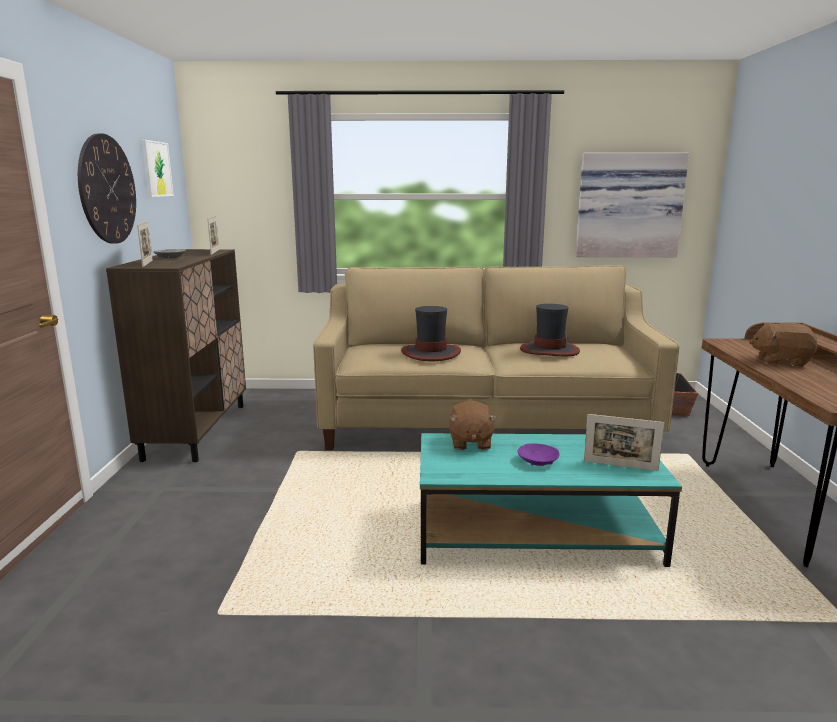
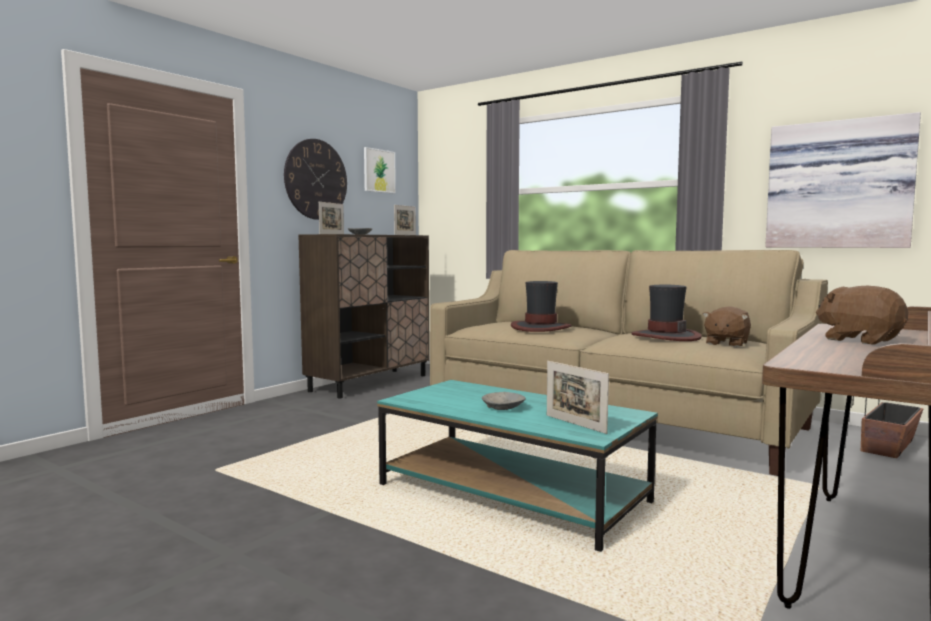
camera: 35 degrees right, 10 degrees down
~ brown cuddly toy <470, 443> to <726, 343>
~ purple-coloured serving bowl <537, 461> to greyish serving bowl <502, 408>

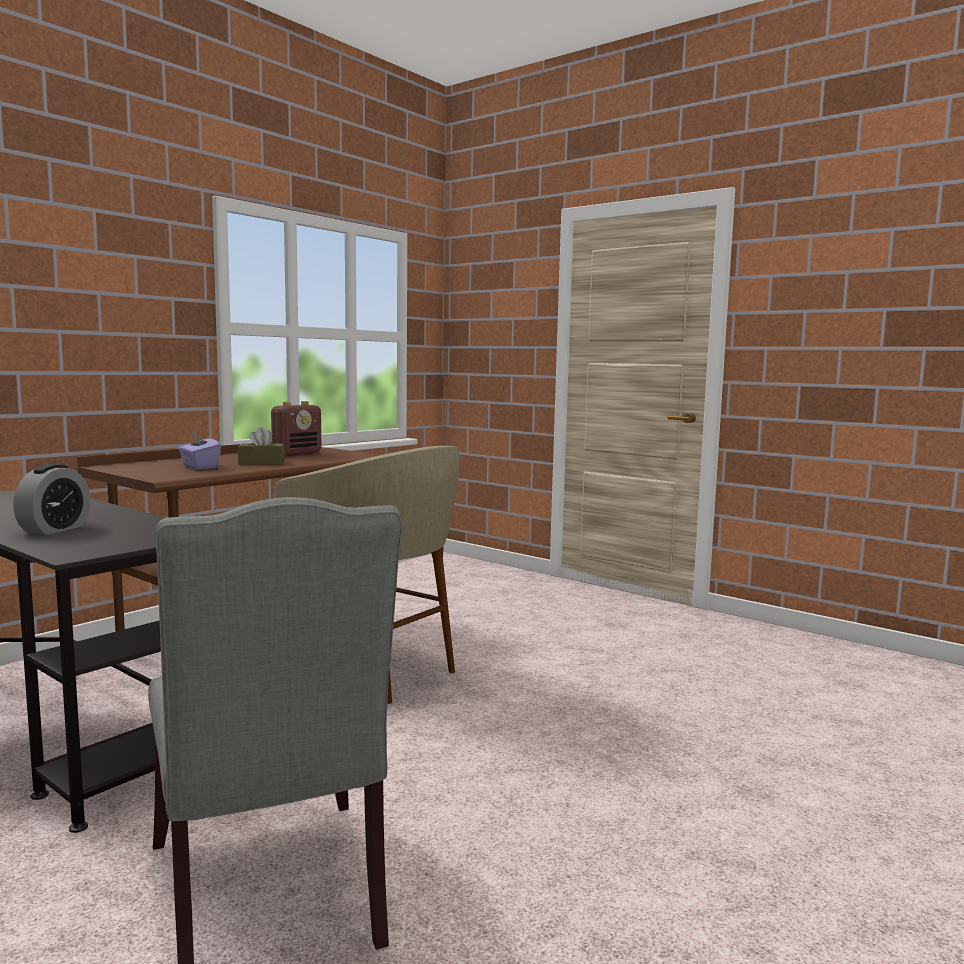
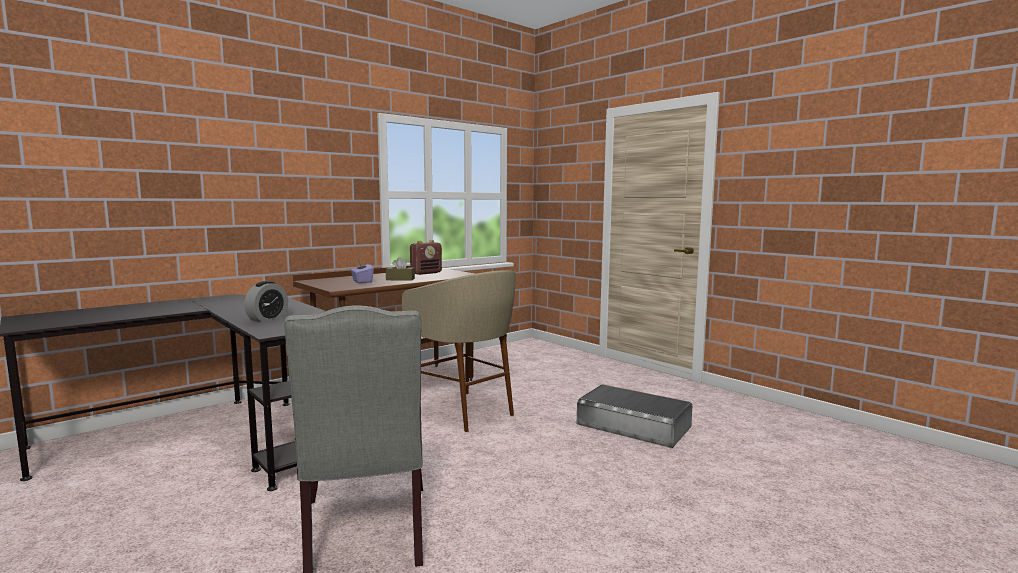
camera: 10 degrees right, 0 degrees up
+ greyish storage bin <633, 425>

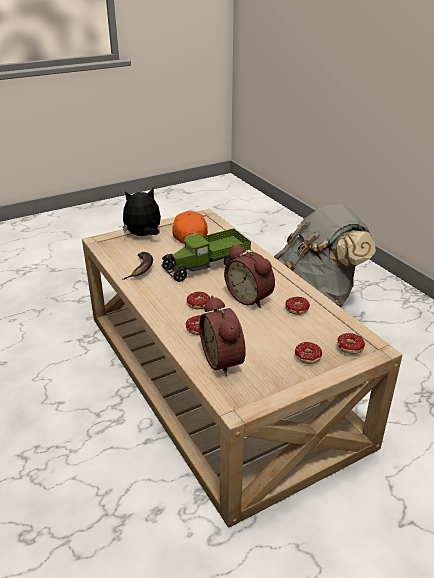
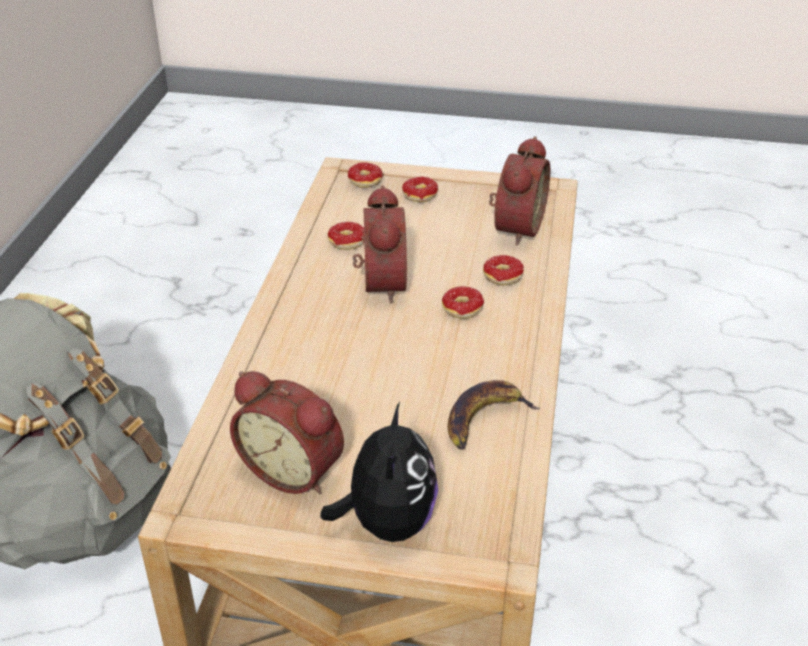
camera: 140 degrees left, 5 degrees up
- toy lorry <206, 266>
~ orange-coloured cap <189, 234> to table clock <294, 469>
~ cuddly toy <143, 235> = <387, 523> 105 degrees counterclockwise

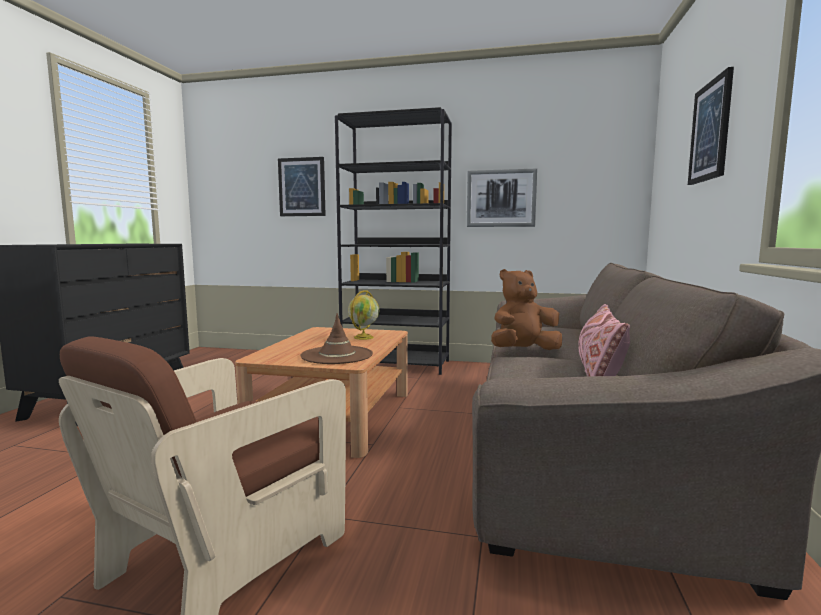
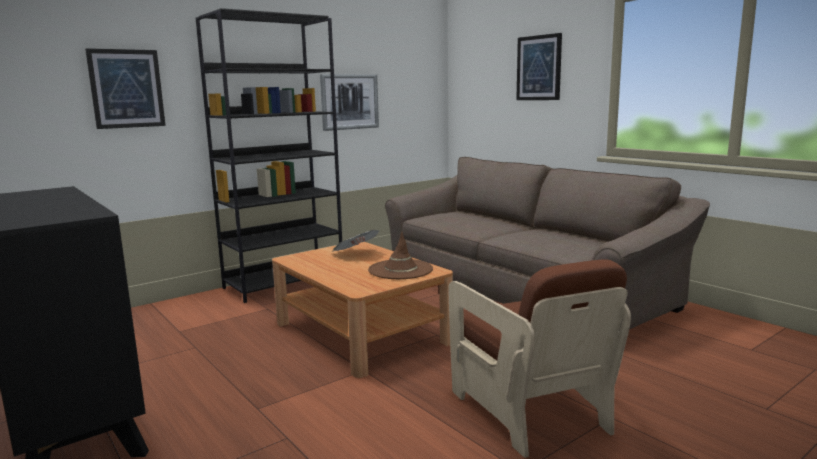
camera: 50 degrees left, 5 degrees up
- brown cuddly toy <523, 351>
- pink throw pillow <598, 375>
~ globe <364, 337> to daily paper <356, 253>

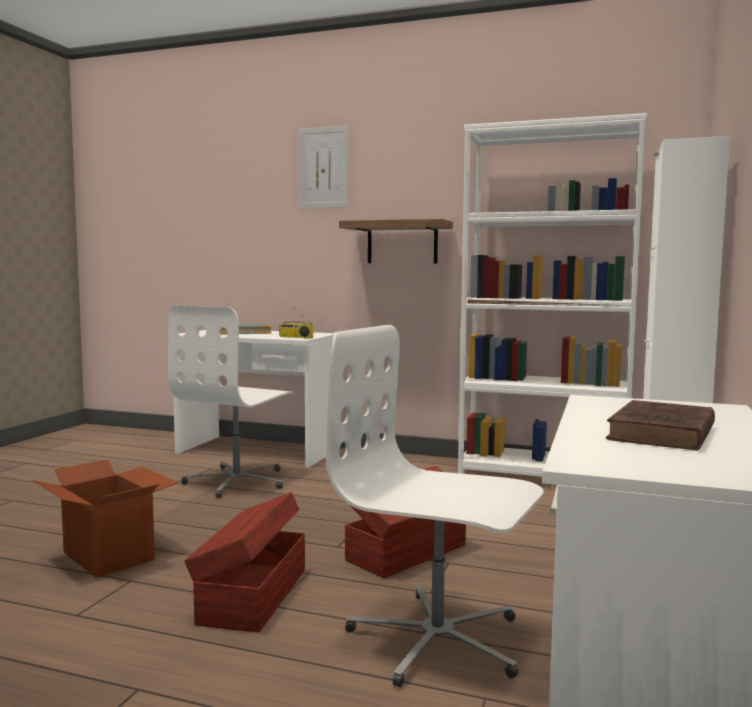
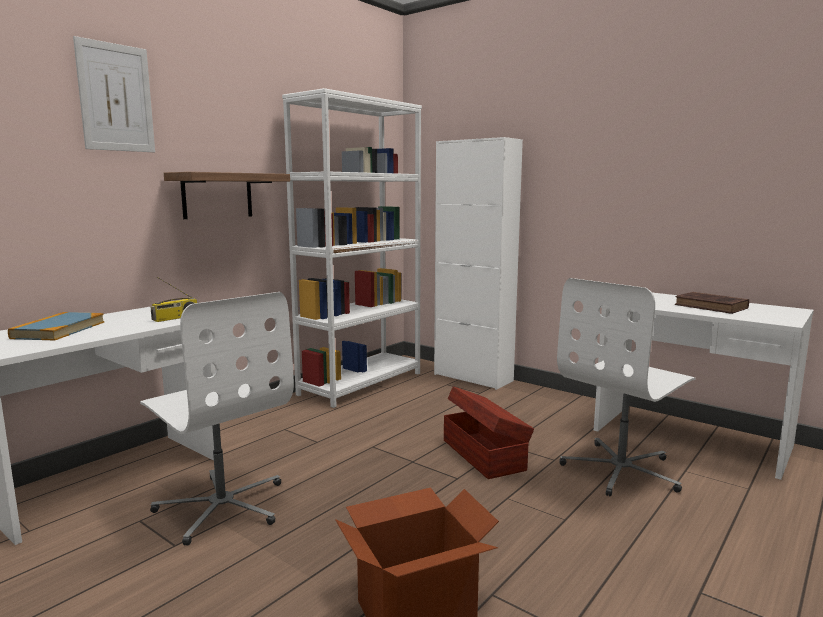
camera: 70 degrees left, 5 degrees up
- brown storage bin <251, 596>

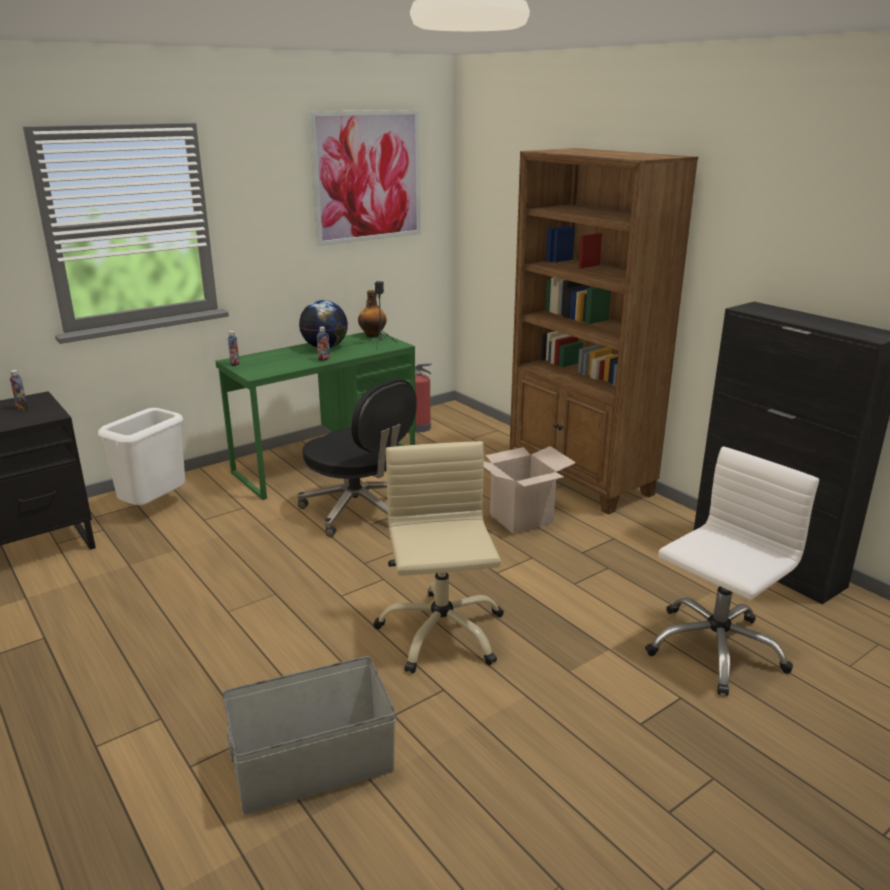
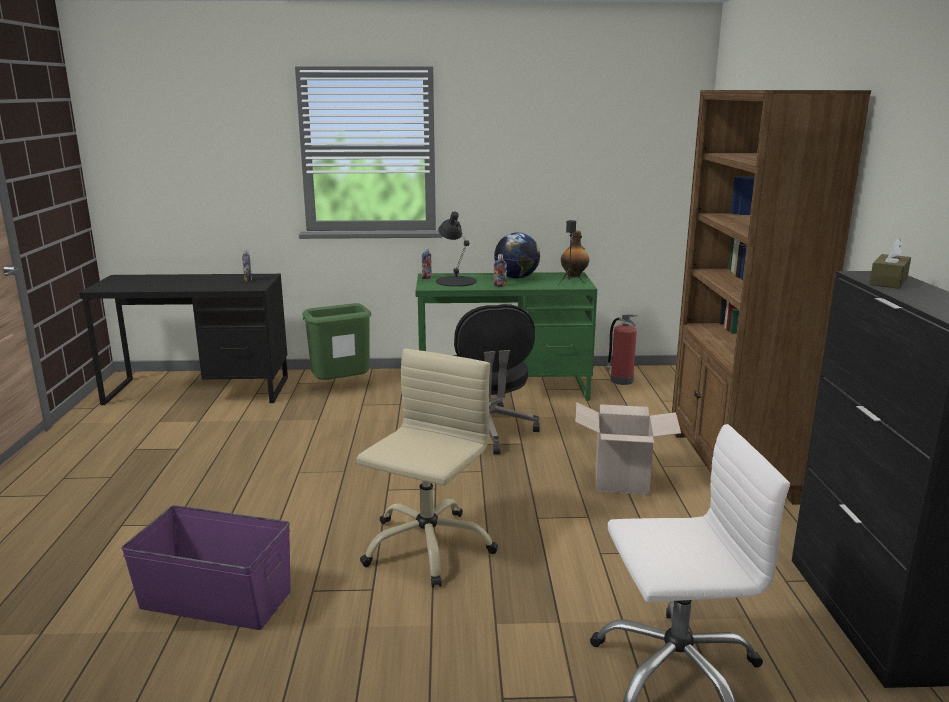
camera: 35 degrees right, 5 degrees down
- wall picture <367, 176>
+ black-coloured lamp for a table <456, 281>
+ brown tissue holder <888, 281>
~ white-coloured trash can <154, 507> to green trash can <341, 387>
~ greyish storage bin <312, 766> to purple-coloured storage bin <216, 598>

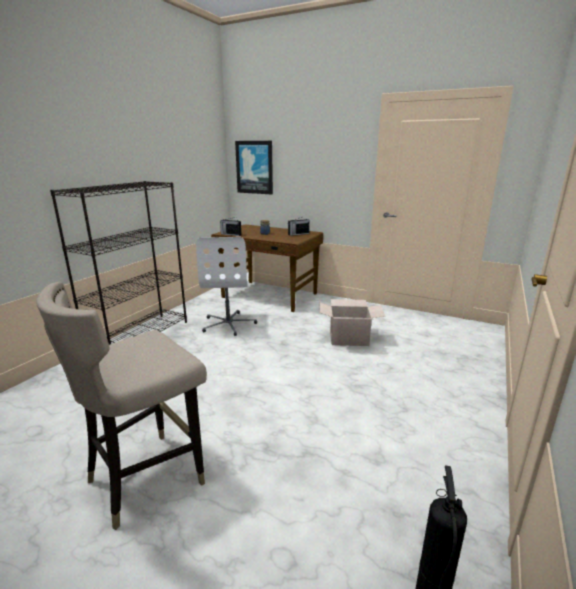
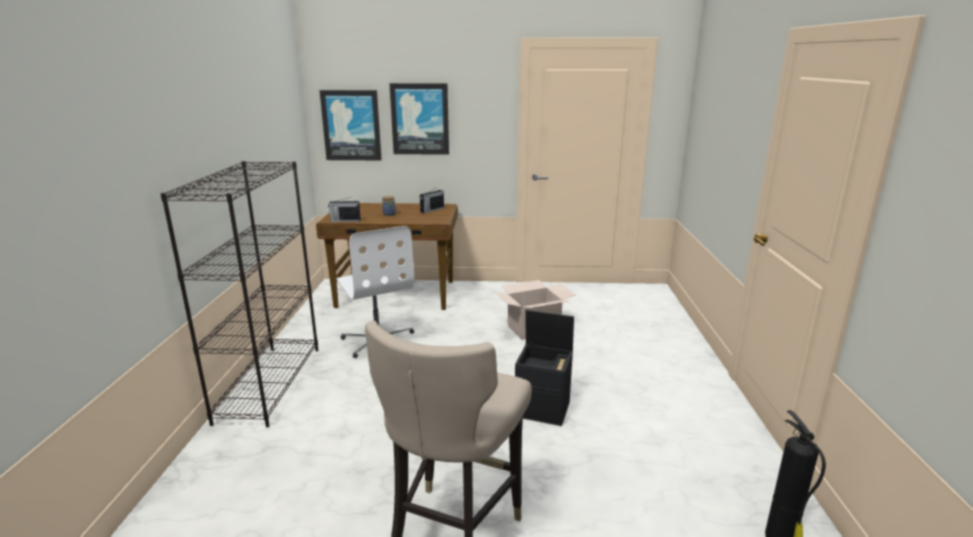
camera: 25 degrees left, 0 degrees up
+ wall picture <420, 119>
+ black-coloured storage bin <543, 409>

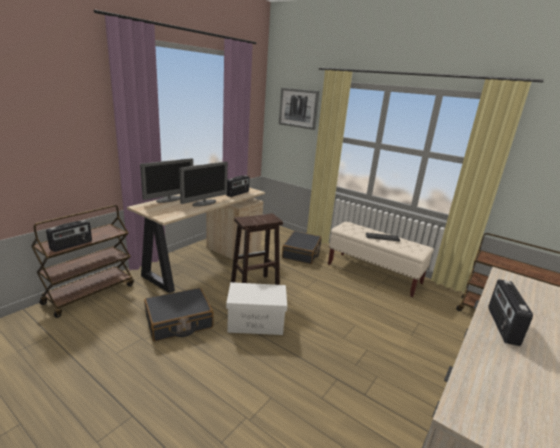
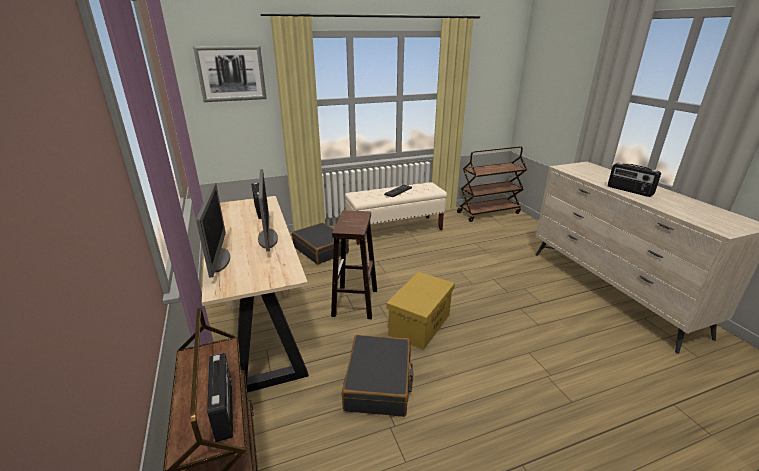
camera: 55 degrees left, 5 degrees up
~ white-coloured storage bin <256, 322> to yellow storage bin <420, 324>

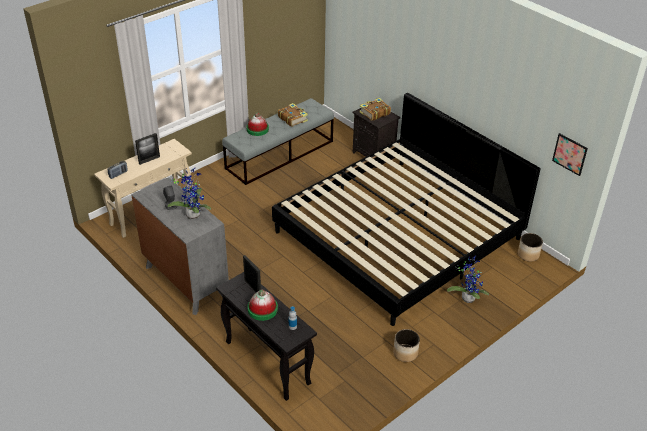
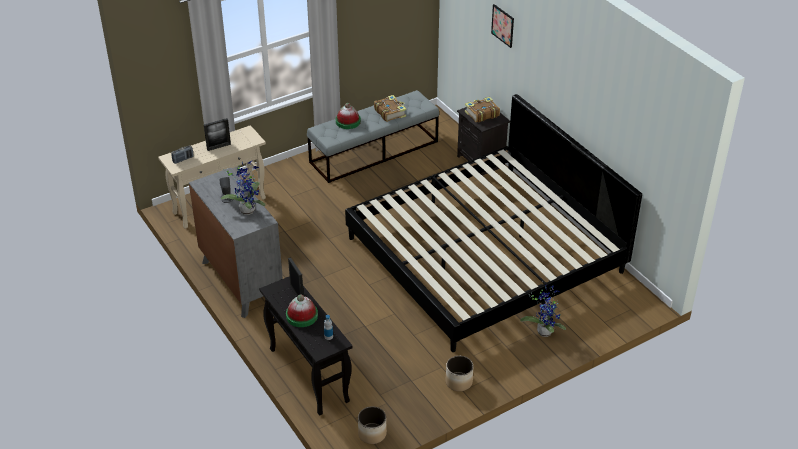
camera: 10 degrees right, 0 degrees up
~ flower pot <528, 255> to <372, 434>
~ wall picture <570, 154> to <503, 25>

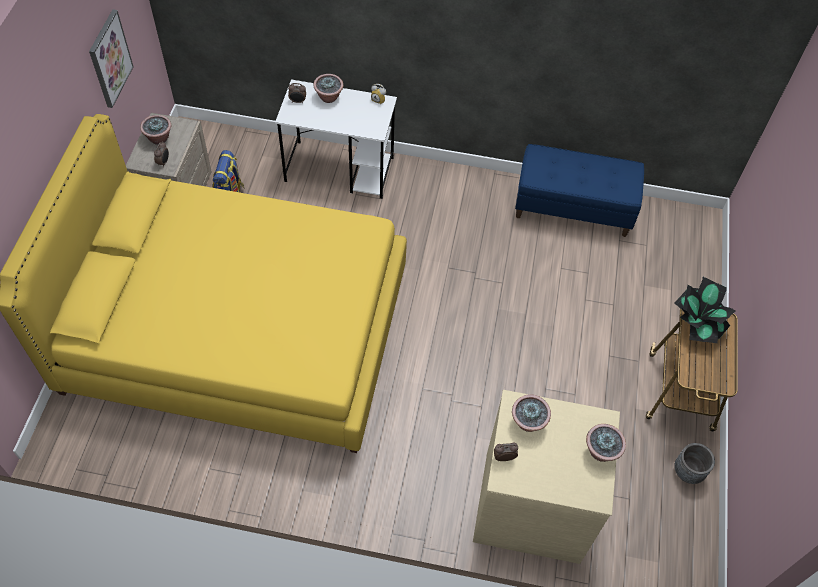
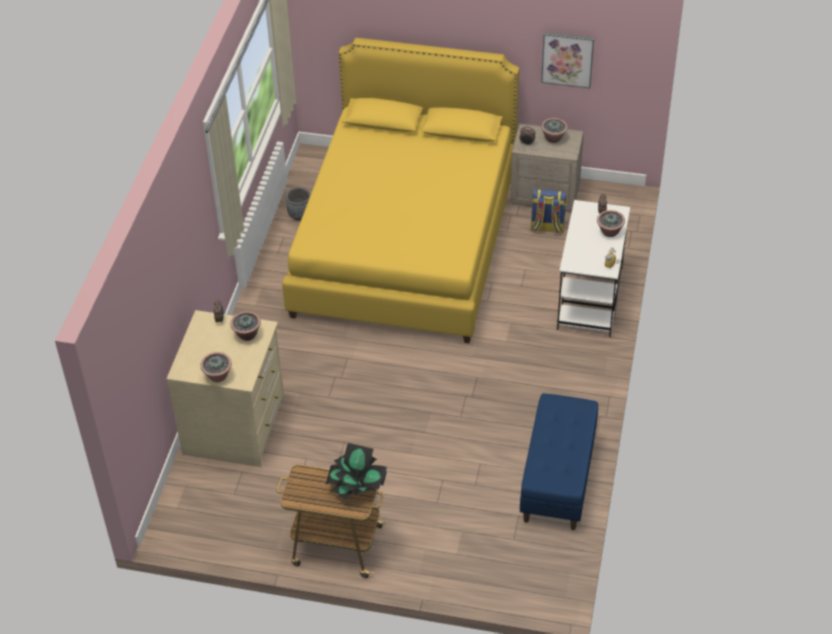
camera: 95 degrees right, 10 degrees down
~ greyish flower pot <688, 471> to <300, 215>

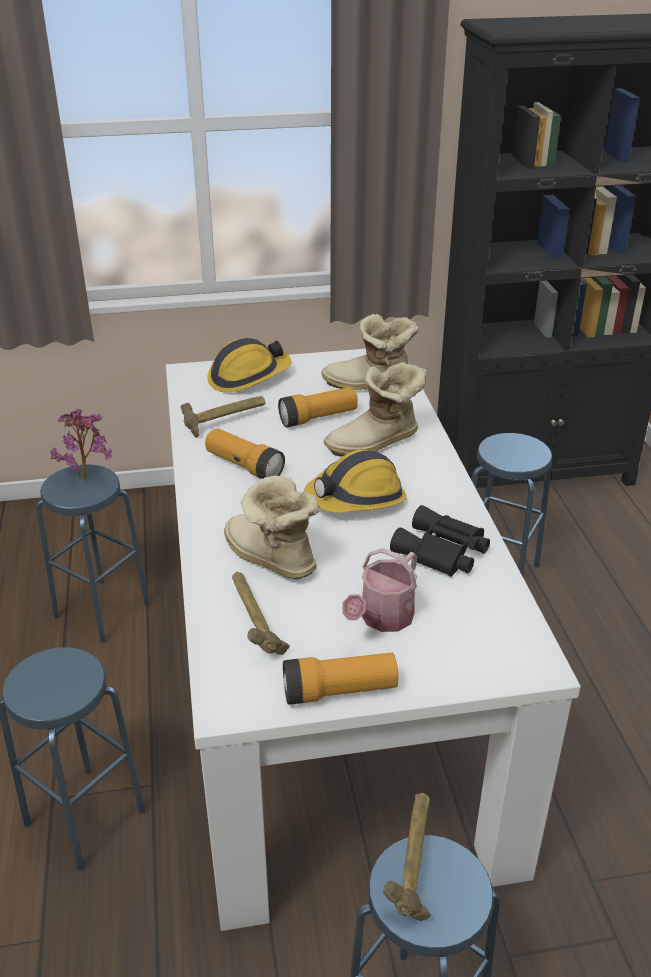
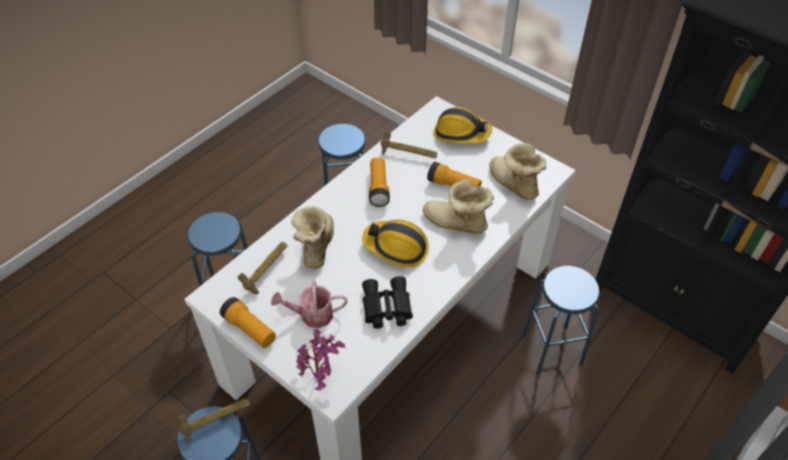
camera: 50 degrees right, 15 degrees up
~ potted plant <87, 476> to <321, 376>

